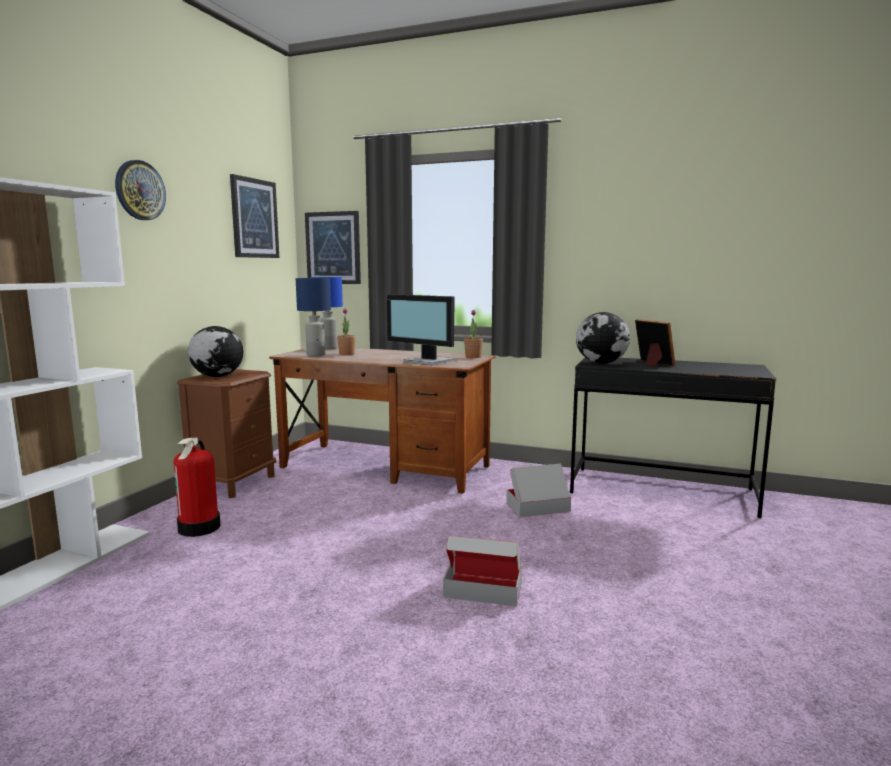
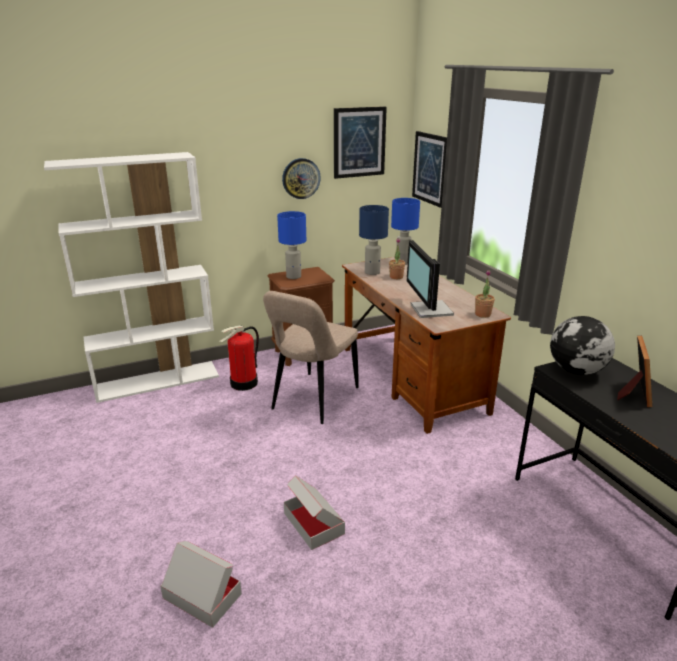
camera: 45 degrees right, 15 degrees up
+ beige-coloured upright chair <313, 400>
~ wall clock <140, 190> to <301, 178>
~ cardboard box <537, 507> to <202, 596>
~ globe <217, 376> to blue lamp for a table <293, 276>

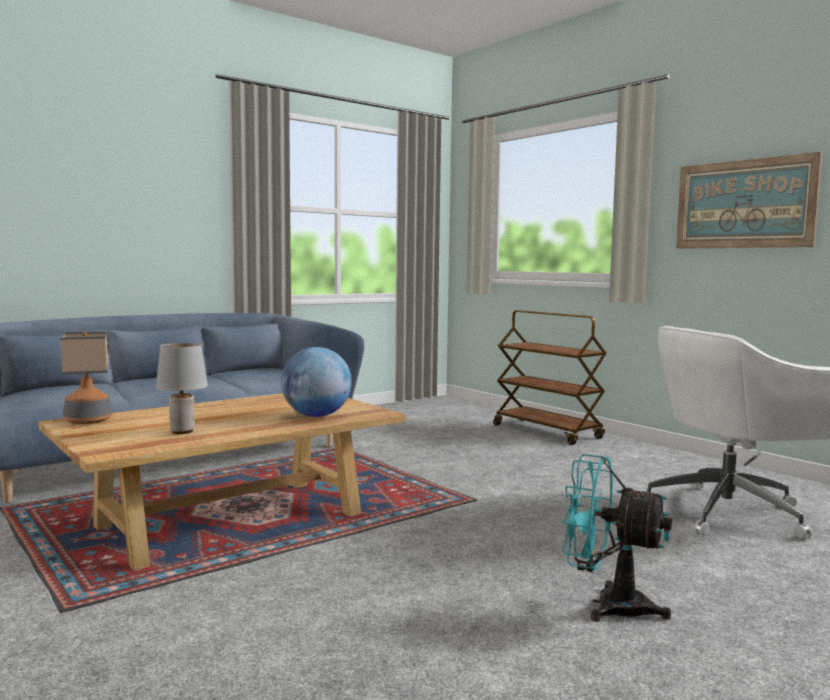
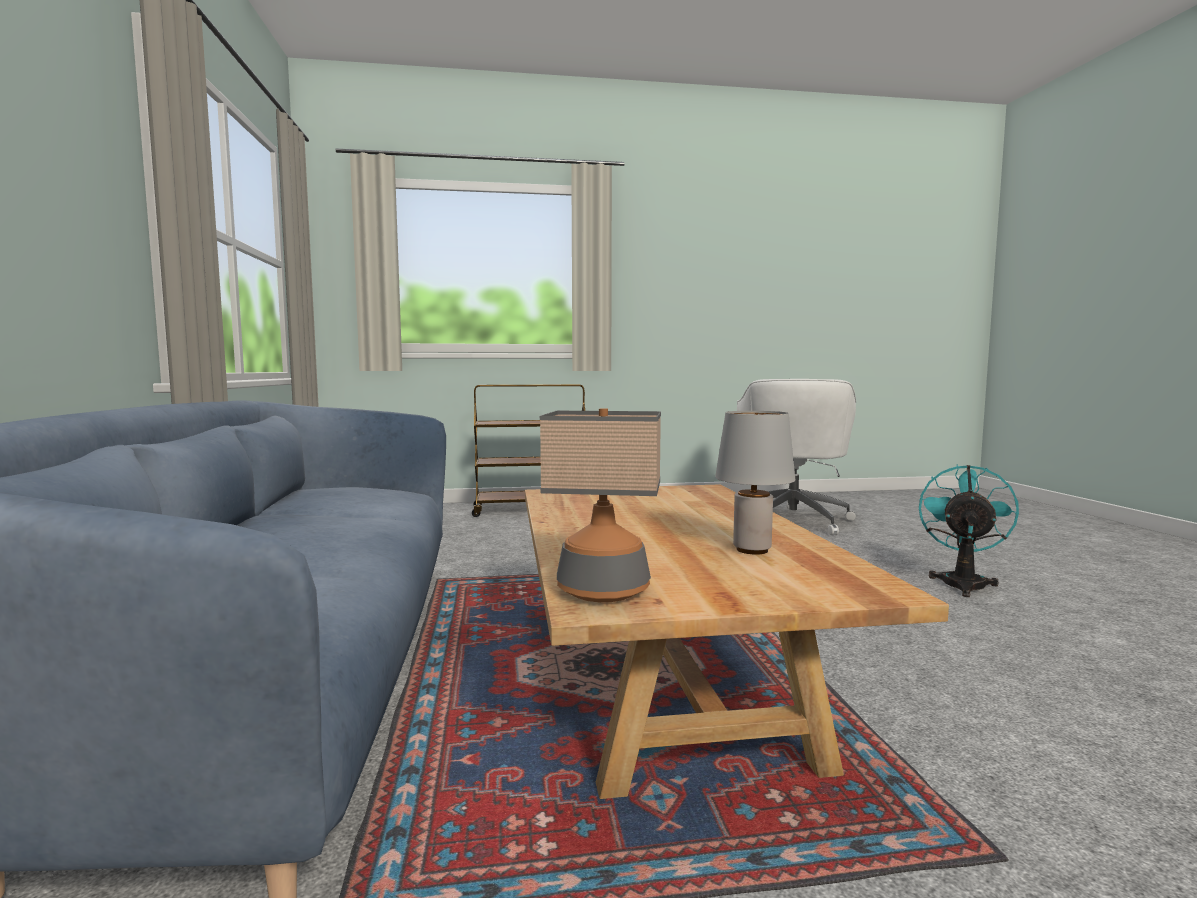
camera: 60 degrees left, 0 degrees up
- globe <316, 416>
- wall picture <744, 204>
~ blue-green electric fan <607, 605> = <963, 582> 150 degrees clockwise

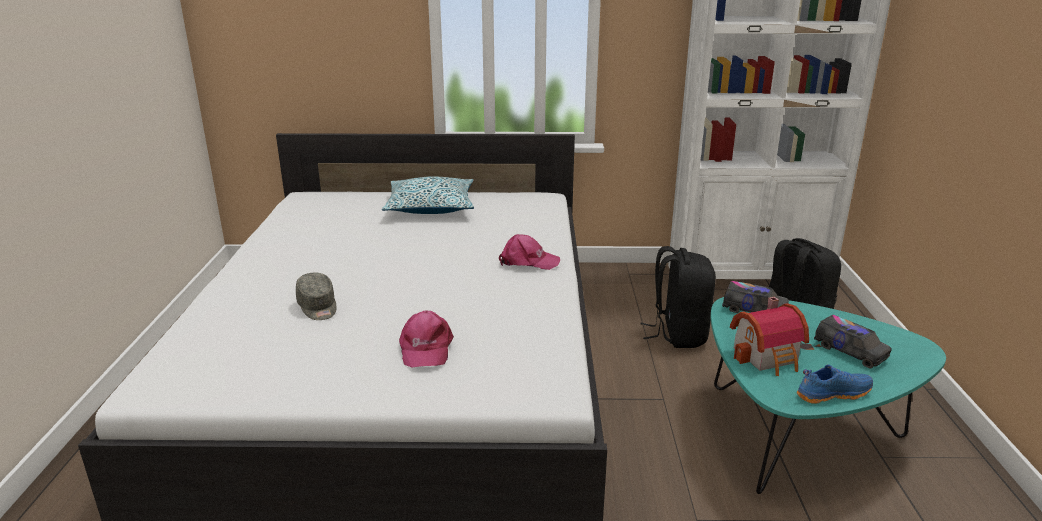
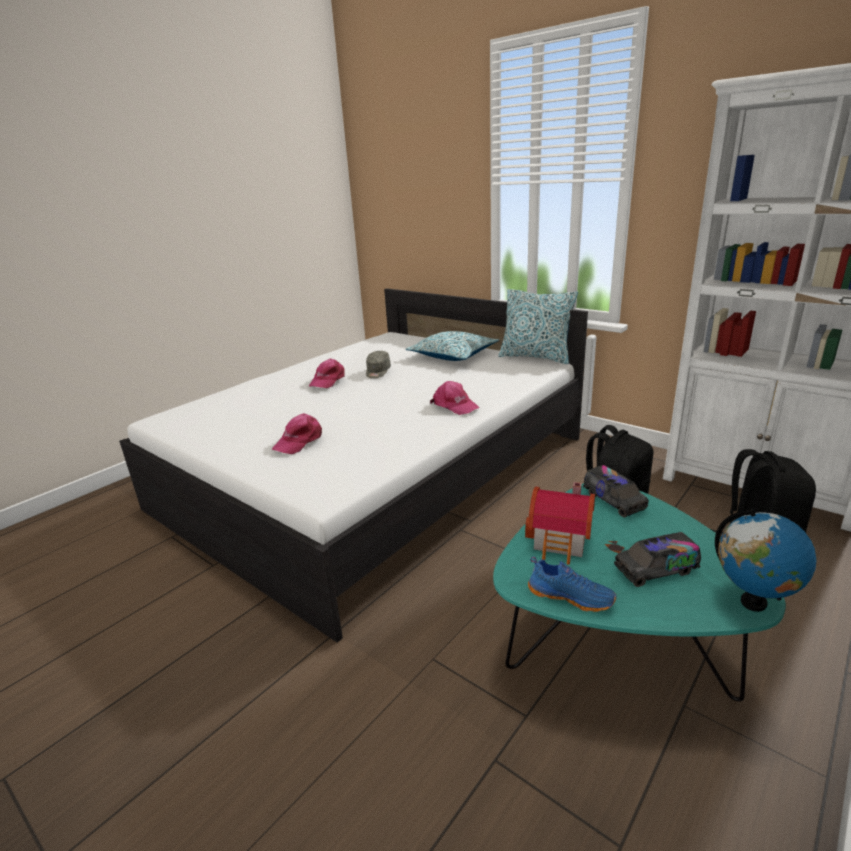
camera: 40 degrees right, 0 degrees up
+ pink cap <328, 380>
+ throw pillow <535, 357>
+ globe <753, 602>
~ greyish cap <318, 307> to <377, 372>
~ toy lorry <850, 352> = <655, 570> 75 degrees clockwise

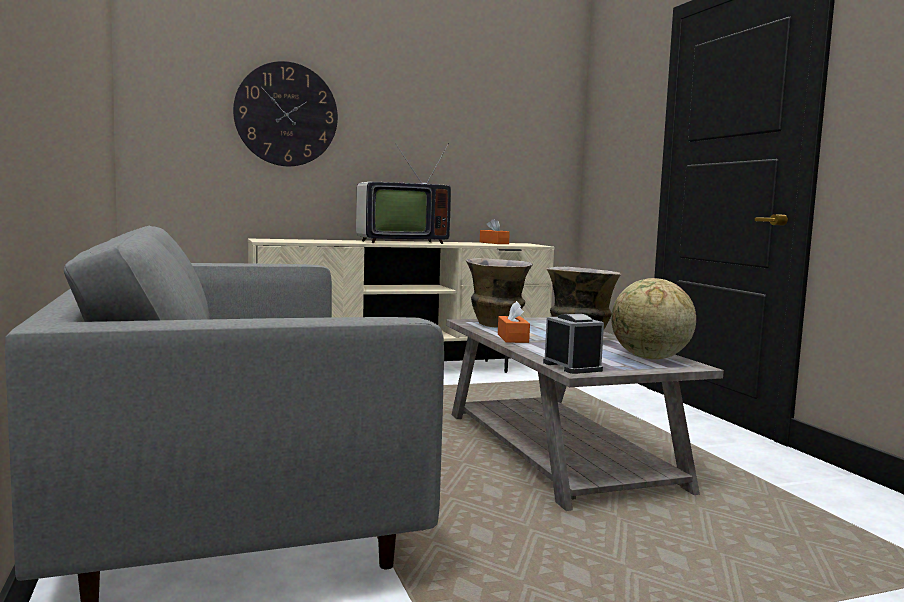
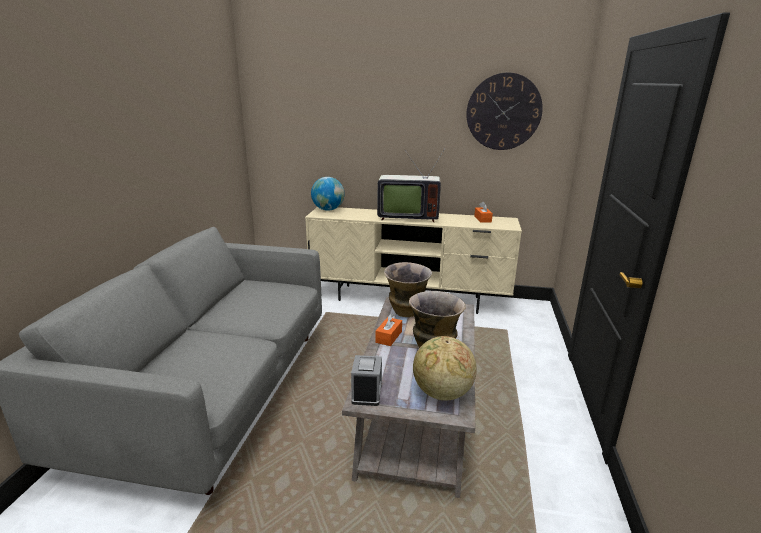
camera: 30 degrees right, 15 degrees up
+ globe <328, 210>
~ wall clock <286, 114> to <503, 112>

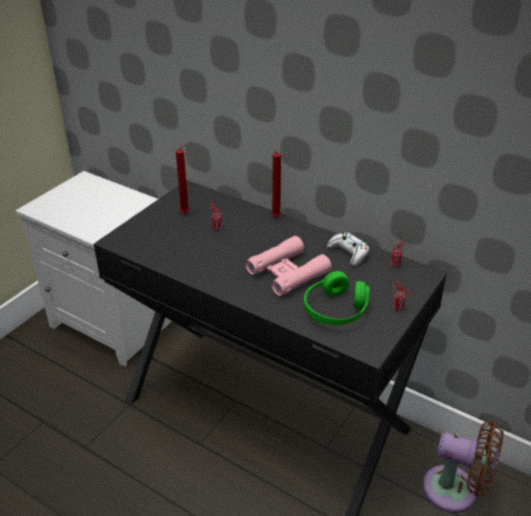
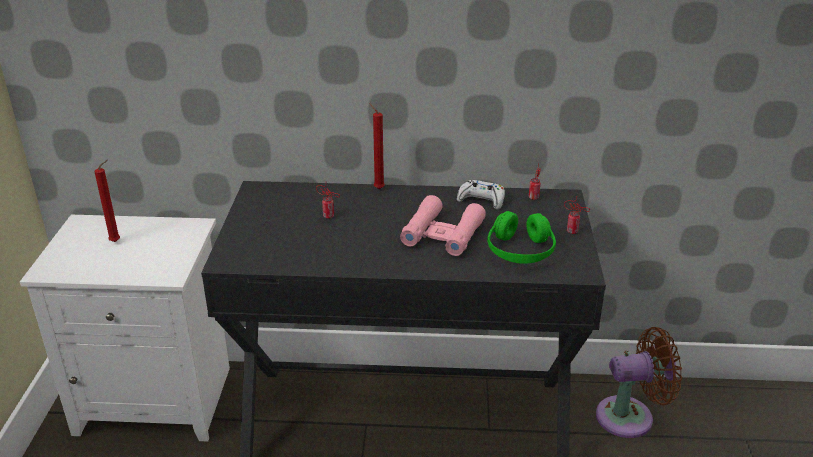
camera: 30 degrees left, 5 degrees down
~ reddish wax light <186, 213> to <117, 241>

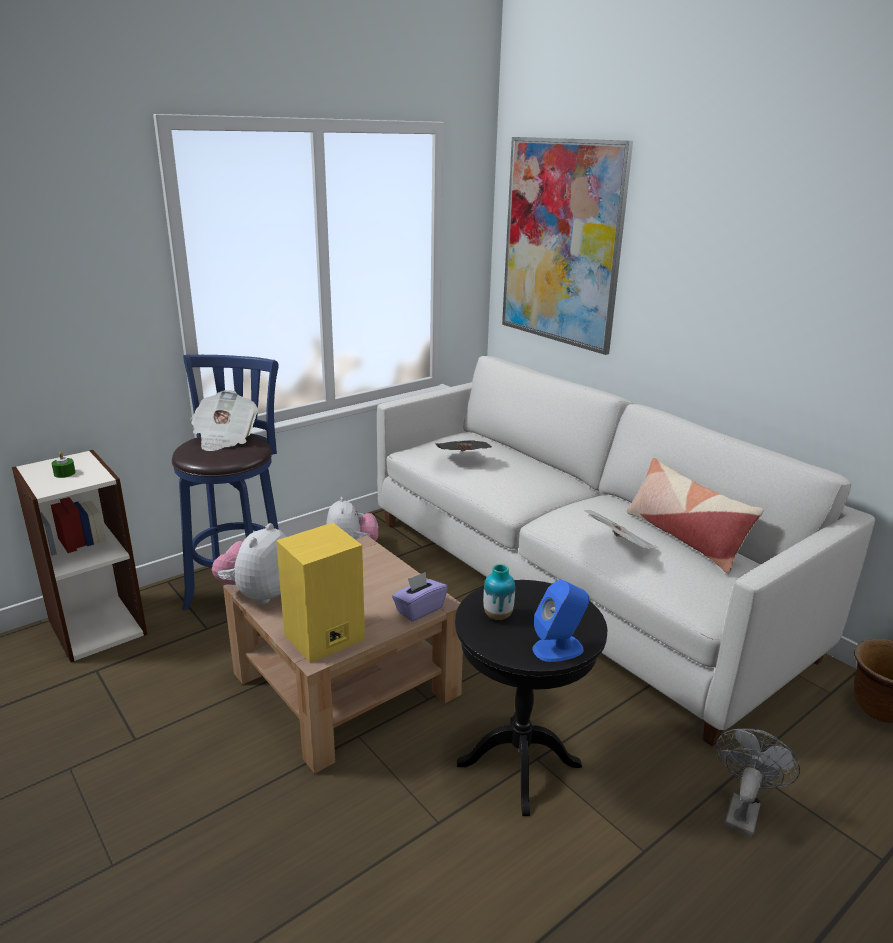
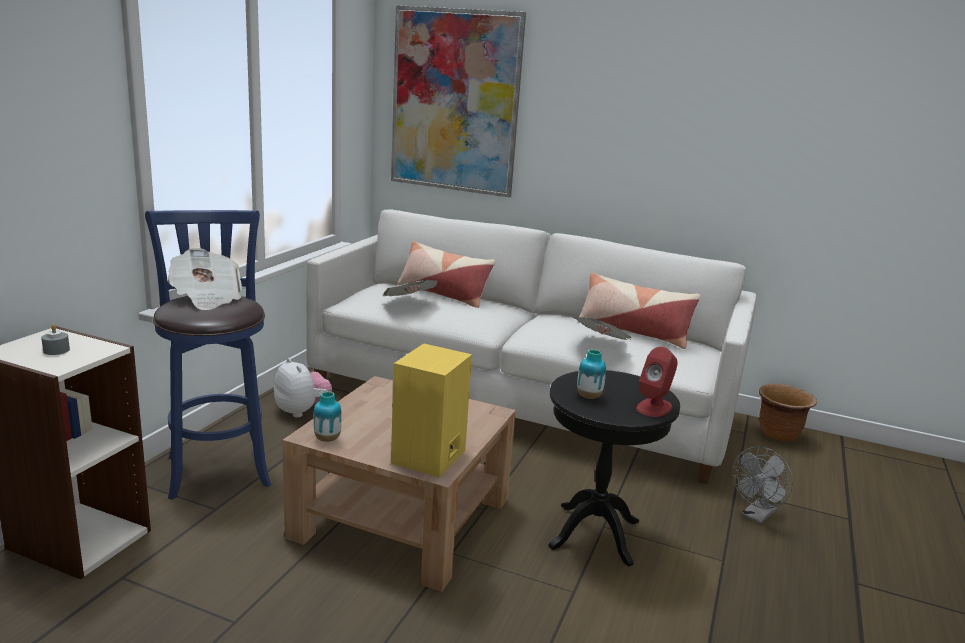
camera: 30 degrees left, 5 degrees down
- purple-coloured tissue holder <419, 609>
+ throw pillow <443, 294>
~ cuddly toy <258, 594> to vase <327, 439>
~ green wax light <64, 473> to greyish wax light <56, 350>
~ blue speaker <558, 648> to reddish speaker <654, 407>
~ greyish electric fan <742, 810> = <756, 516> 135 degrees counterclockwise

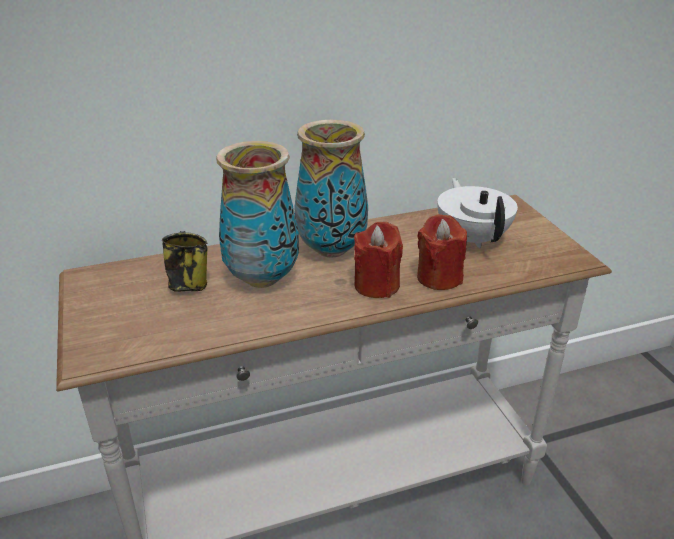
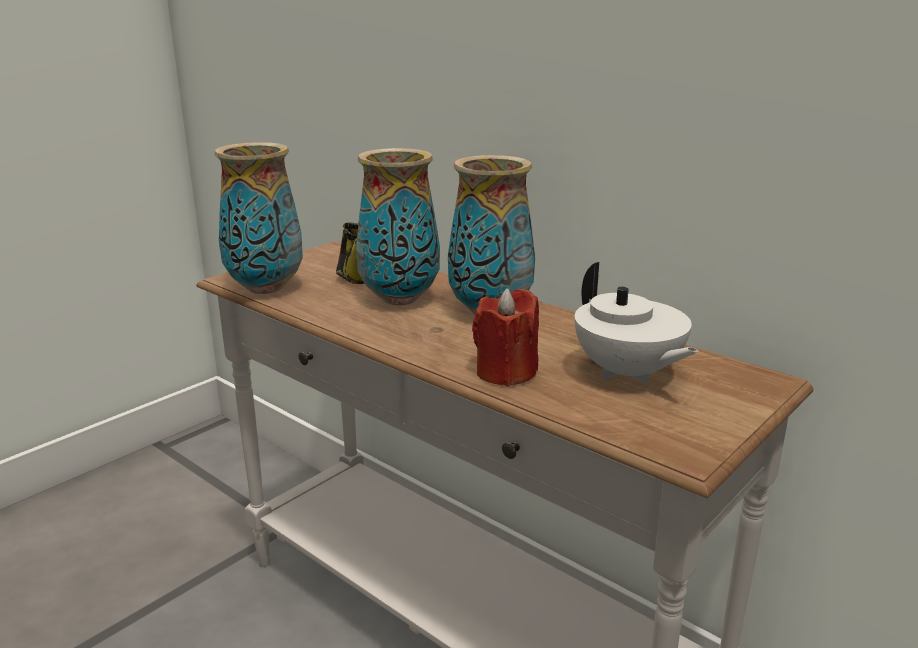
camera: 60 degrees right, 10 degrees down
- reddish wax light <376, 285>
+ vase <267, 288>
~ white-coloured teapot <472, 238> = <627, 373> 105 degrees clockwise

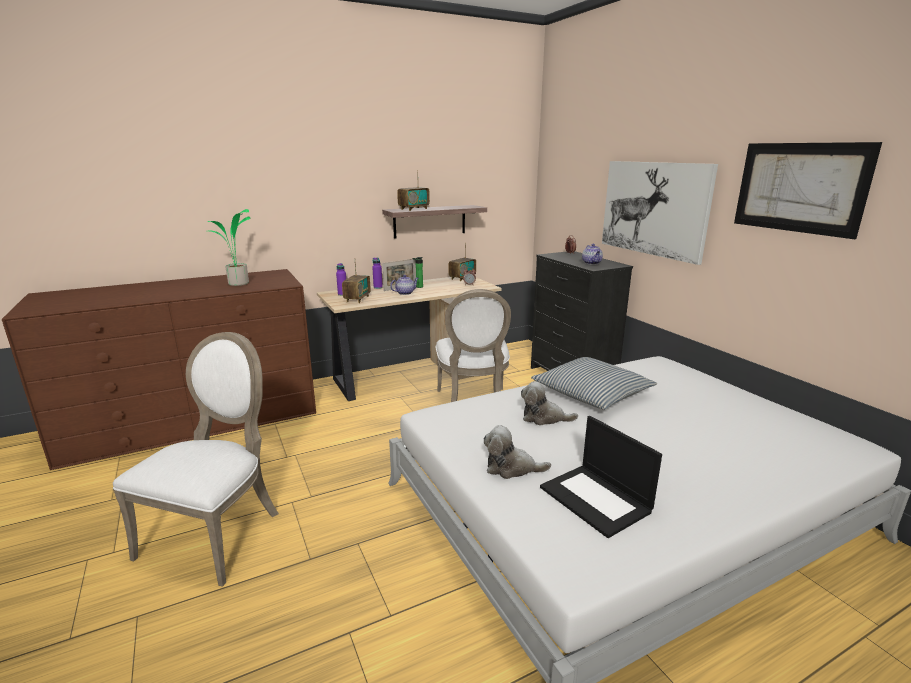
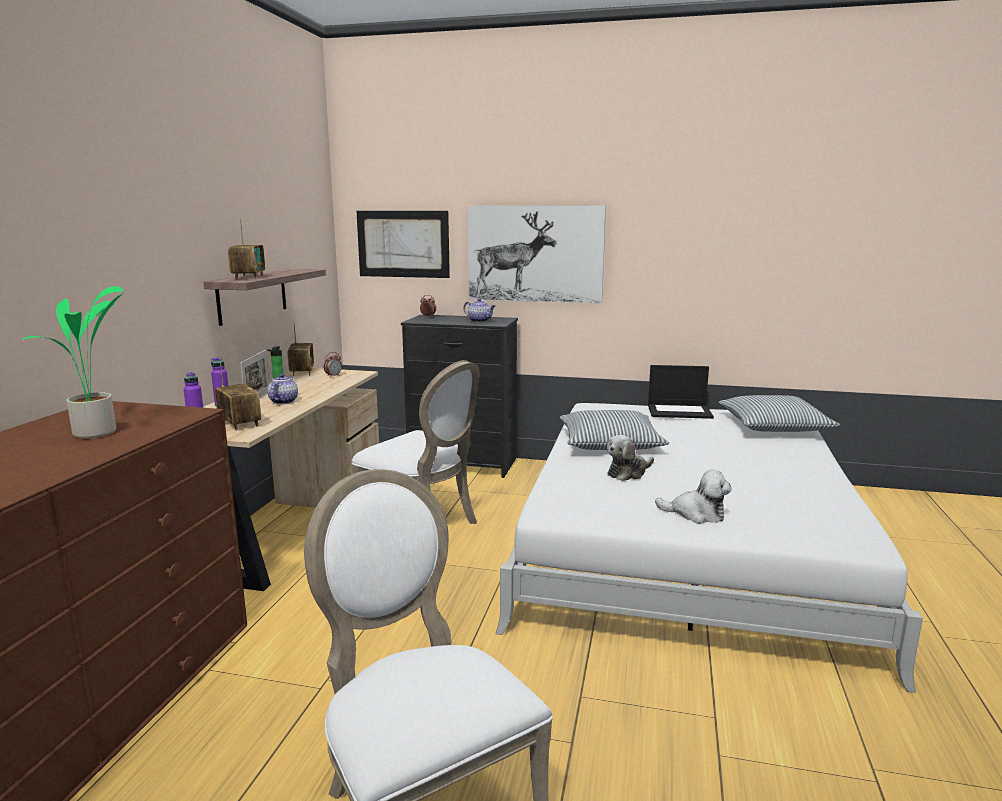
camera: 50 degrees left, 5 degrees down
+ throw pillow <773, 426>
~ laptop <596, 499> to <680, 411>
~ wall picture <799, 187> to <403, 244>
~ cuddly toy <511, 468> = <696, 514> 120 degrees counterclockwise

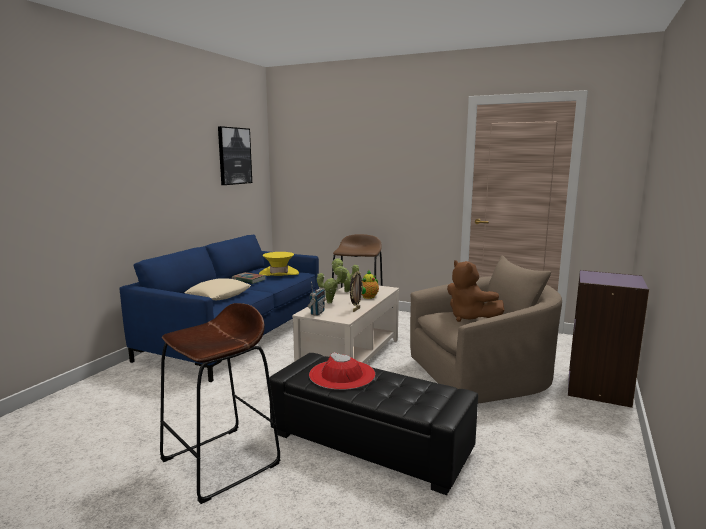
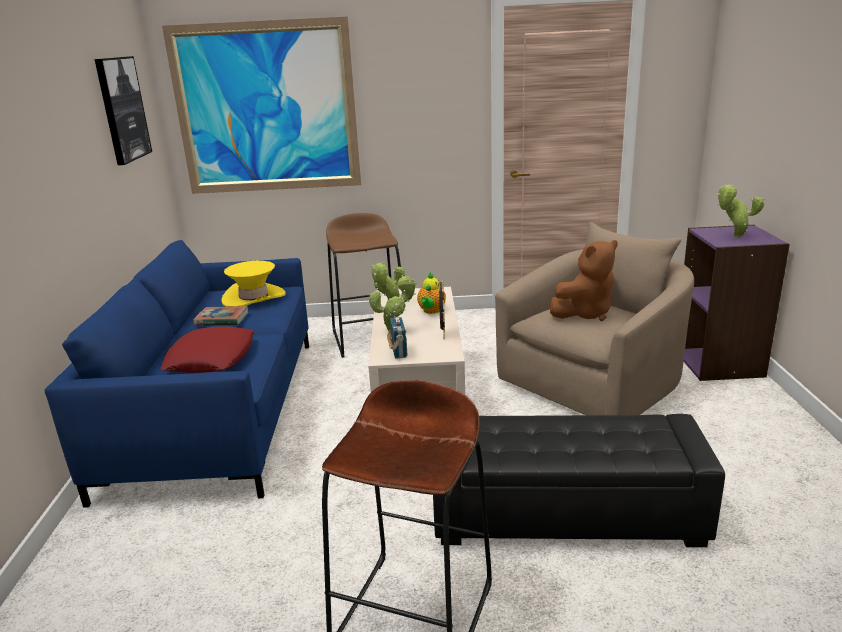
camera: 25 degrees left, 10 degrees up
- reddish hat <342, 375>
+ wall picture <266, 109>
+ potted plant <734, 237>
~ beige-coloured throw pillow <219, 295> to reddish throw pillow <211, 358>
~ brown cuddly toy <469, 318> = <585, 313> 60 degrees counterclockwise

